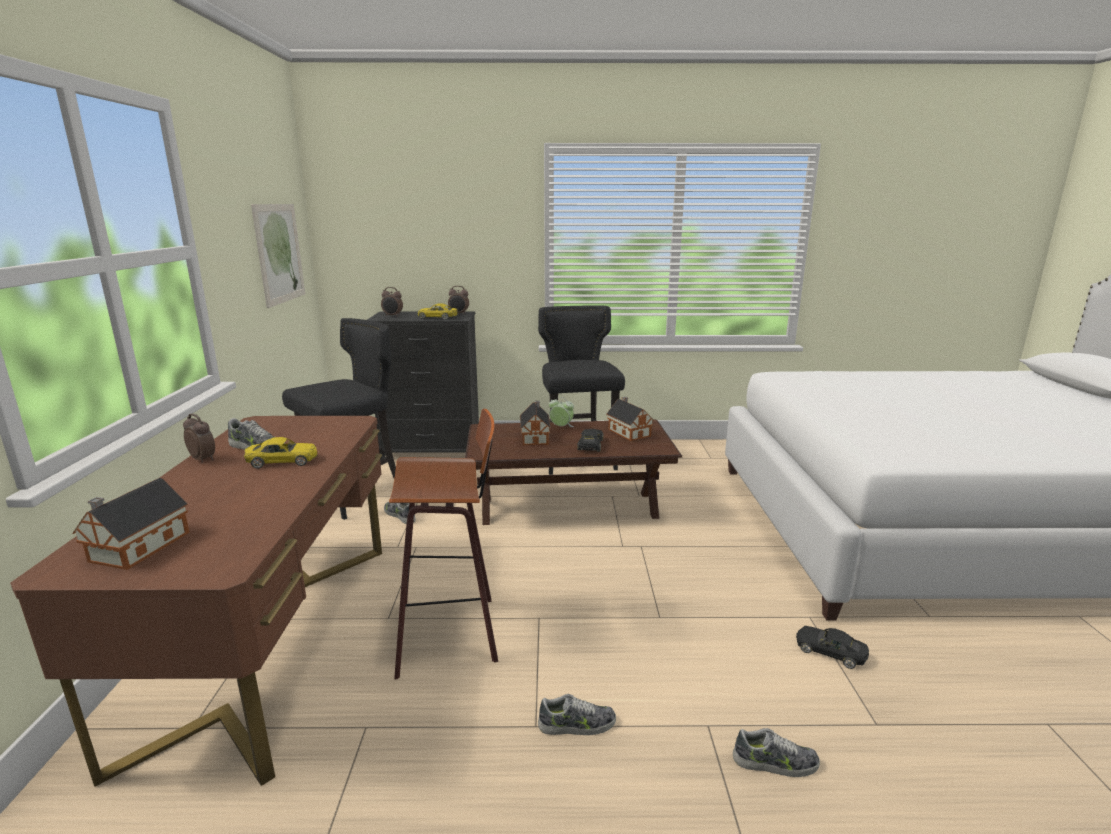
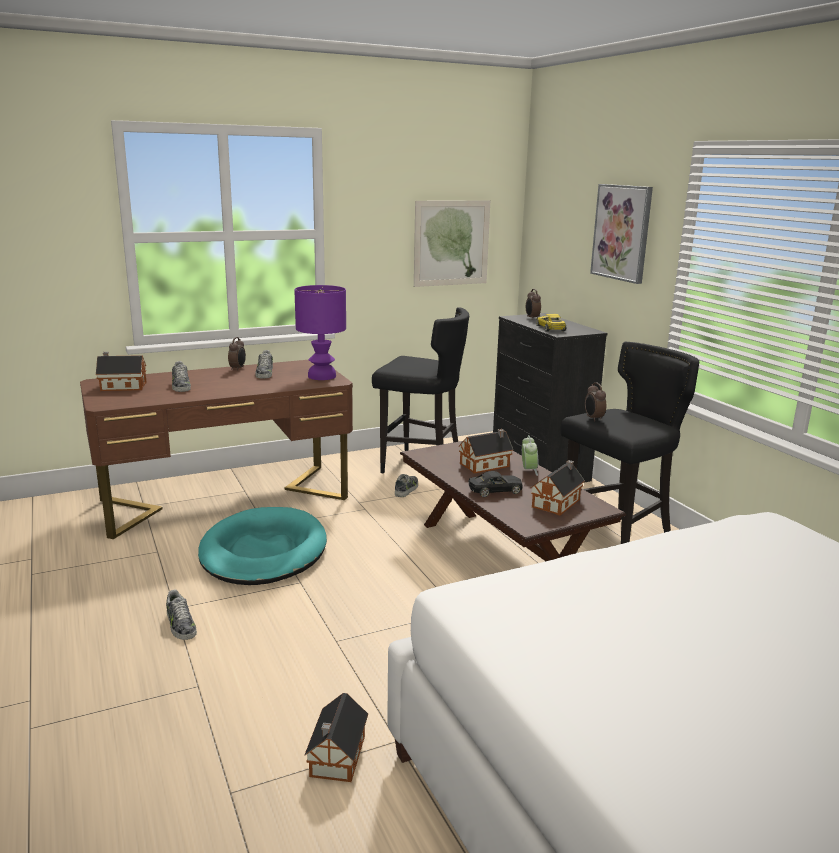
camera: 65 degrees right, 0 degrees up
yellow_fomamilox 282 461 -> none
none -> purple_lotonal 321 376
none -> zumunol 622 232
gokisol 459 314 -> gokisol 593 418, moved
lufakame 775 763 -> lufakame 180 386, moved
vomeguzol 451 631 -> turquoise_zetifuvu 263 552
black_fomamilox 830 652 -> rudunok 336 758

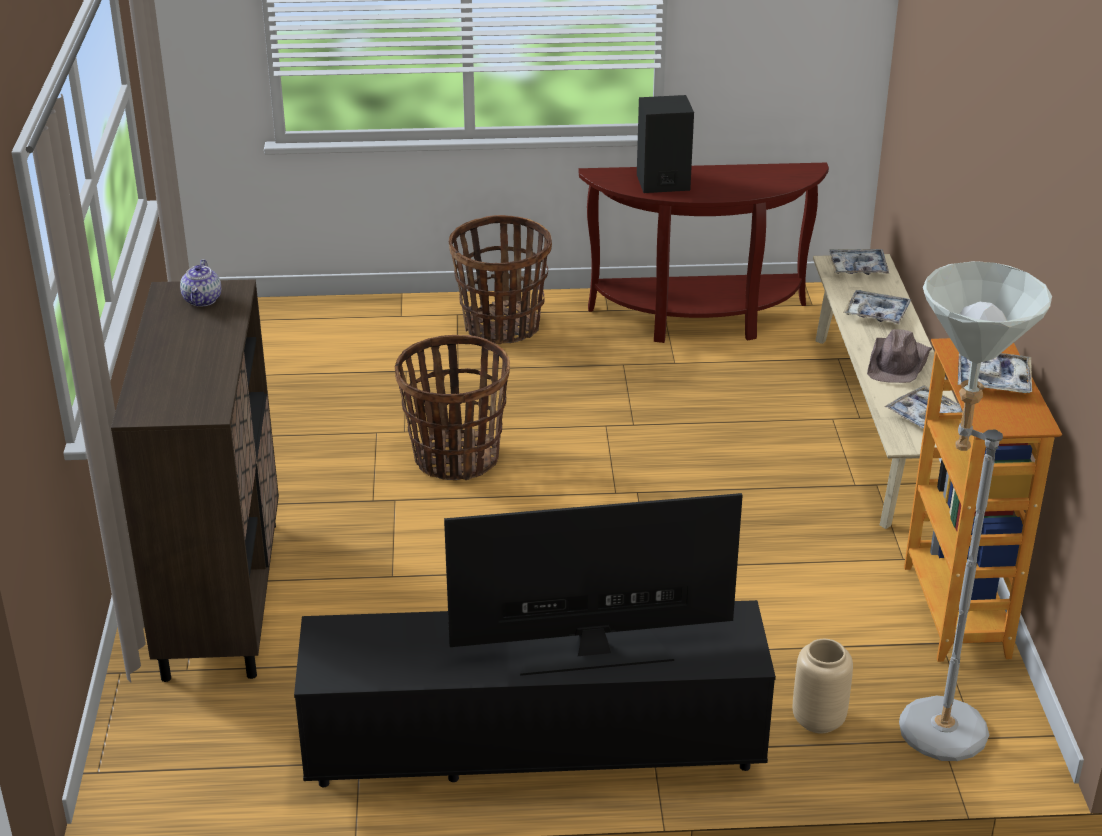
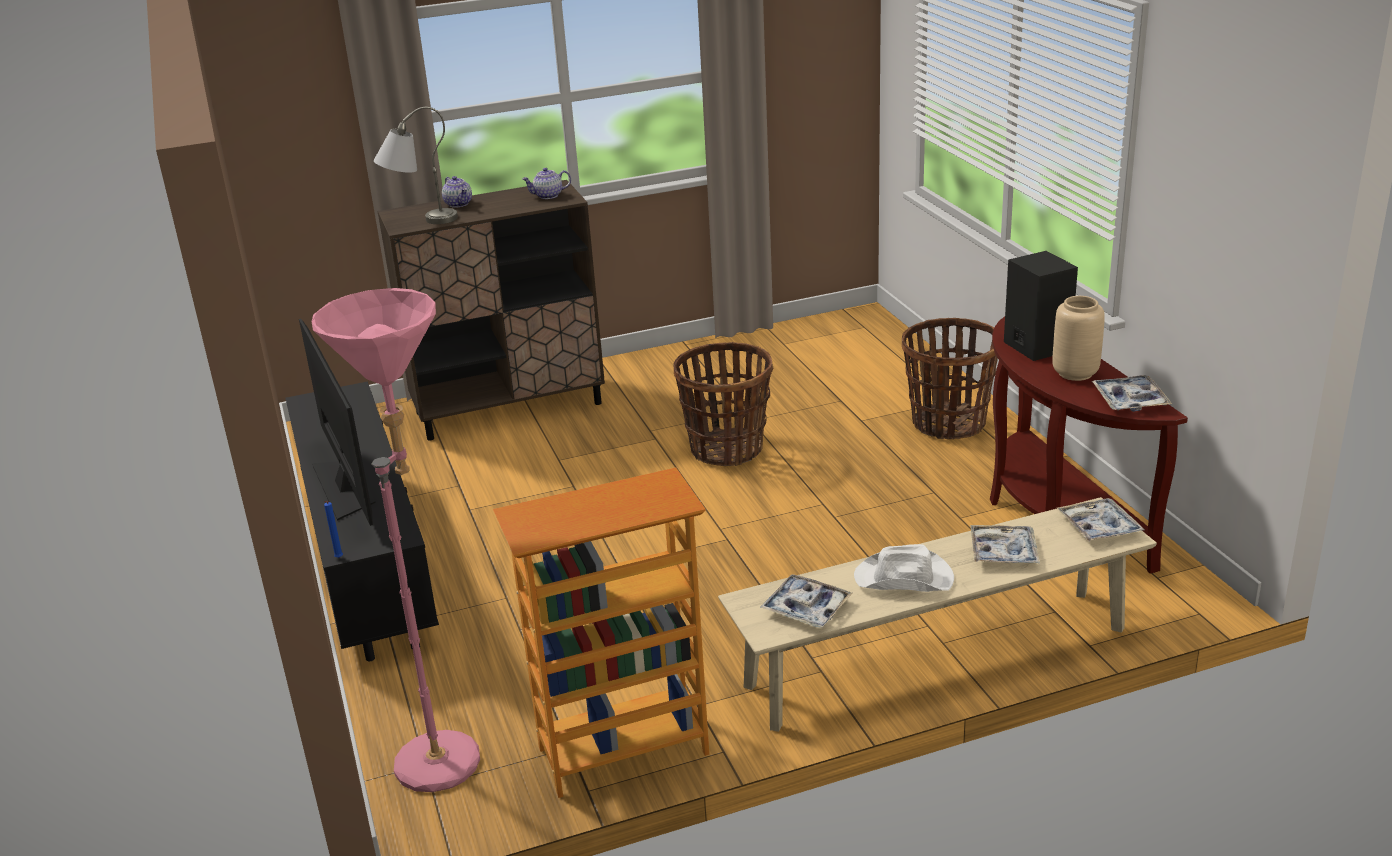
camera: 75 degrees right, 5 degrees down
none -> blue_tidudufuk 338 558
none -> grey_lotonal 419 221
none -> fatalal 459 204
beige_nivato 818 719 -> beige_nivato 1076 373, moved
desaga 992 379 -> desaga 1130 400, moved
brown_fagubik 898 363 -> white_fagubik 905 579
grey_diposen 925 722 -> pink_diposen 448 751

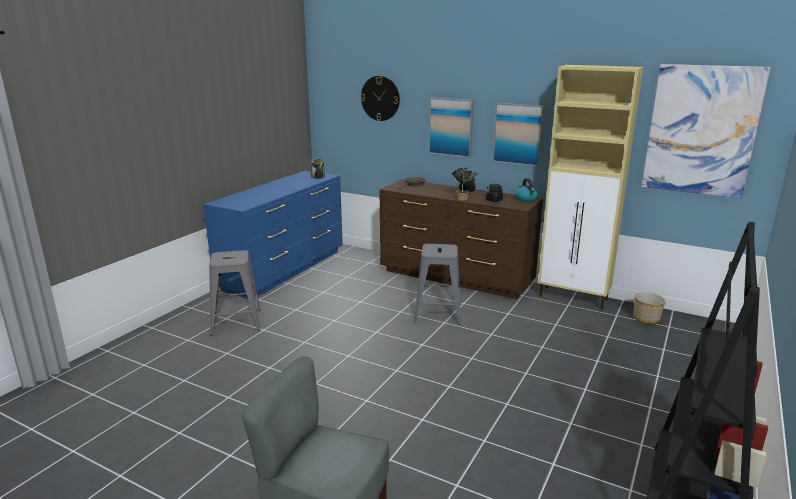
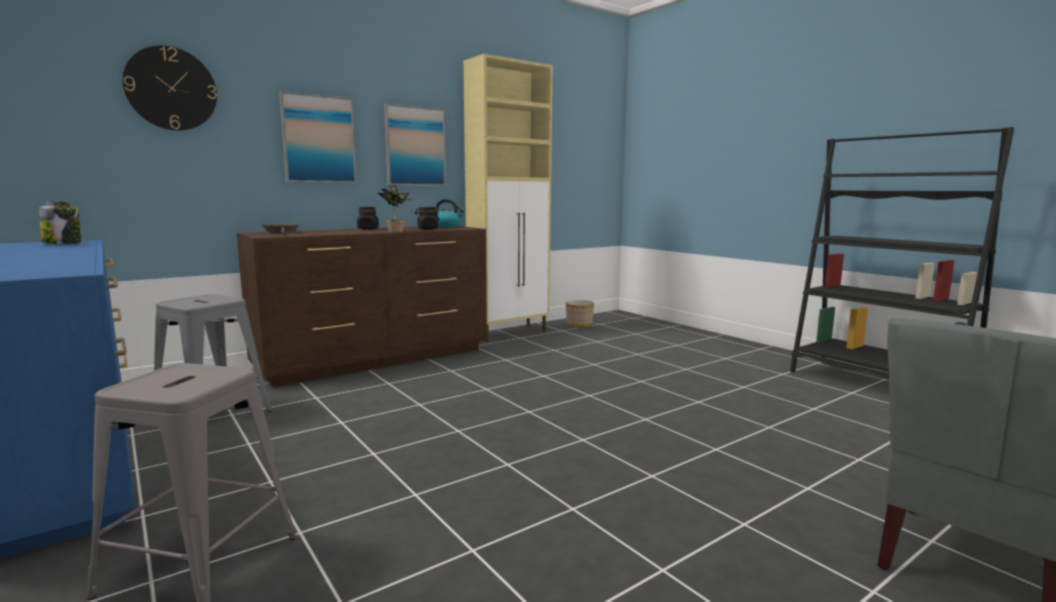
camera: 65 degrees left, 10 degrees down
zumunol 701 130 -> none
grey_vomeguzol 438 313 -> grey_vomeguzol 213 415, moved

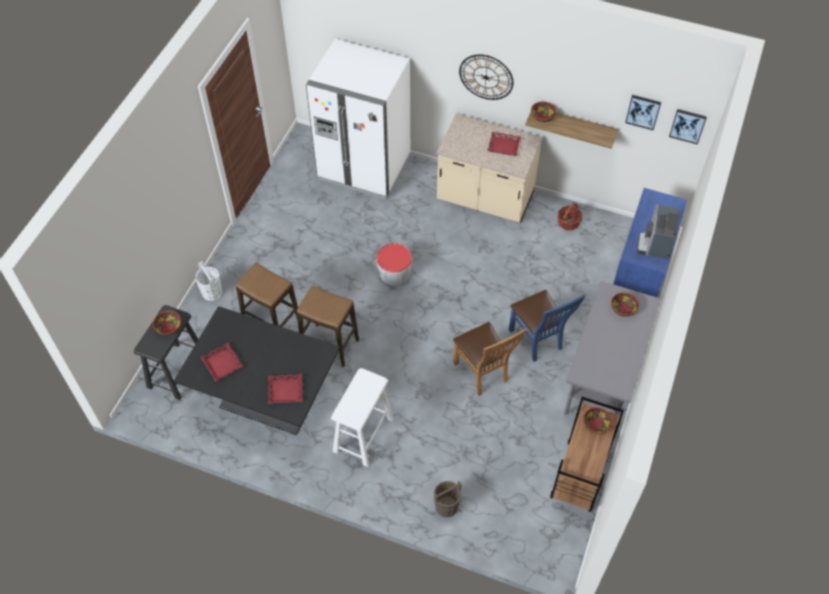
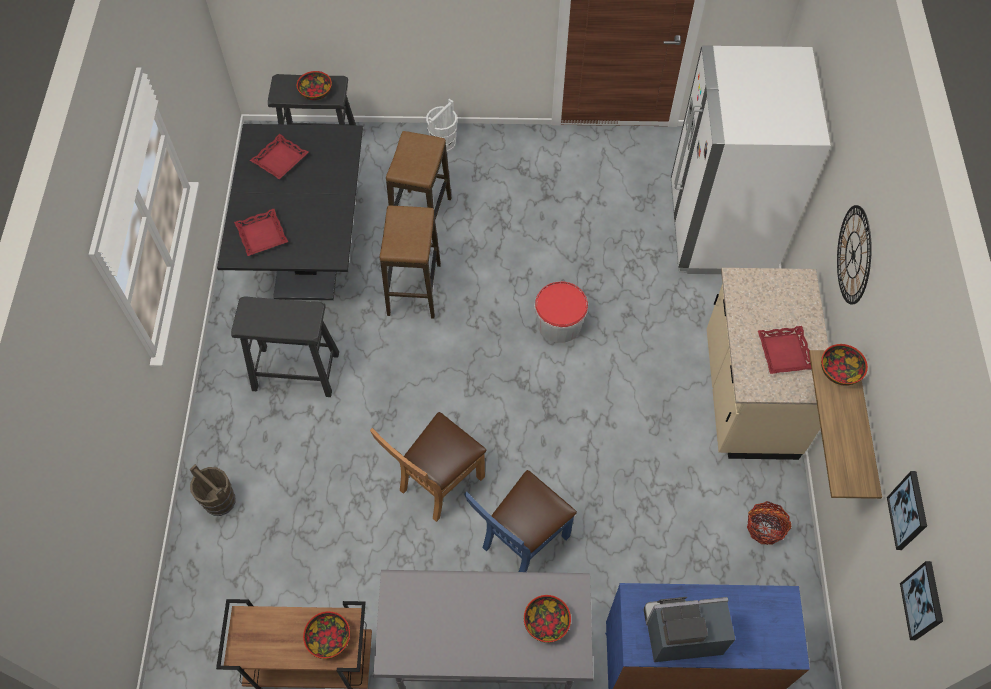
camera: 70 degrees right, 5 degrees up
white_vomeguzol 363 435 -> black_vomeguzol 295 370

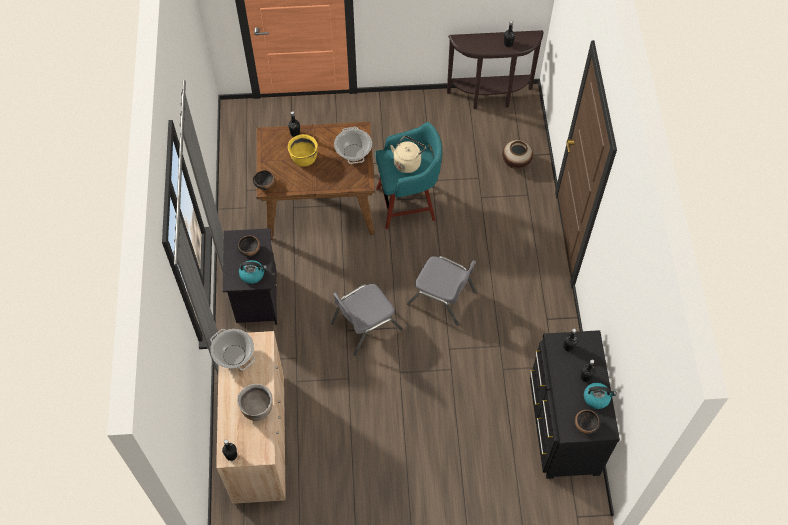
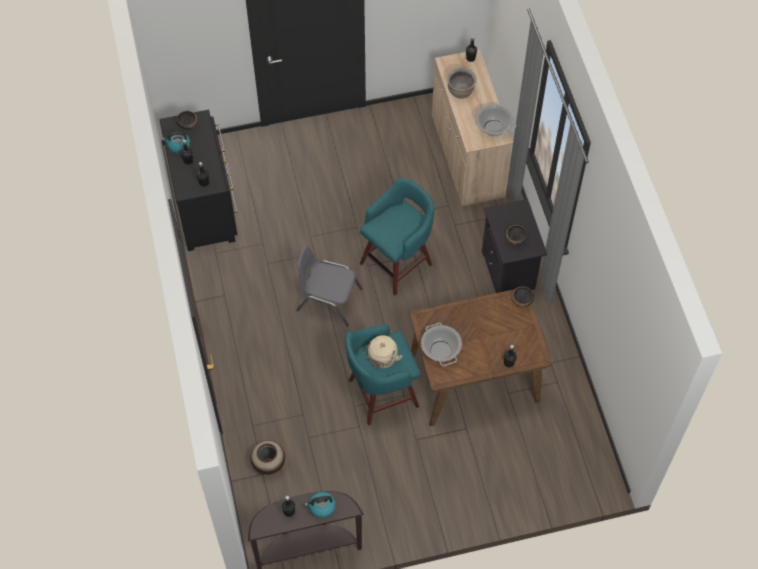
camera: 170 degrees right, 0 degrees up
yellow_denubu 304 159 -> none
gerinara 252 274 -> gerinara 321 507, moved
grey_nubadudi 365 325 -> turquoise_vomeguzol 398 262

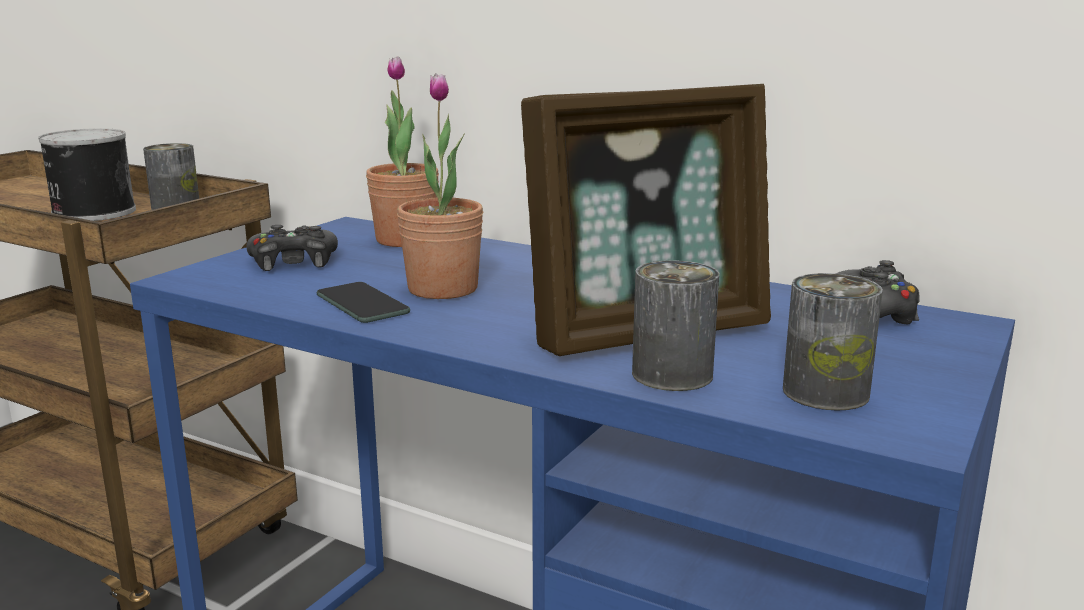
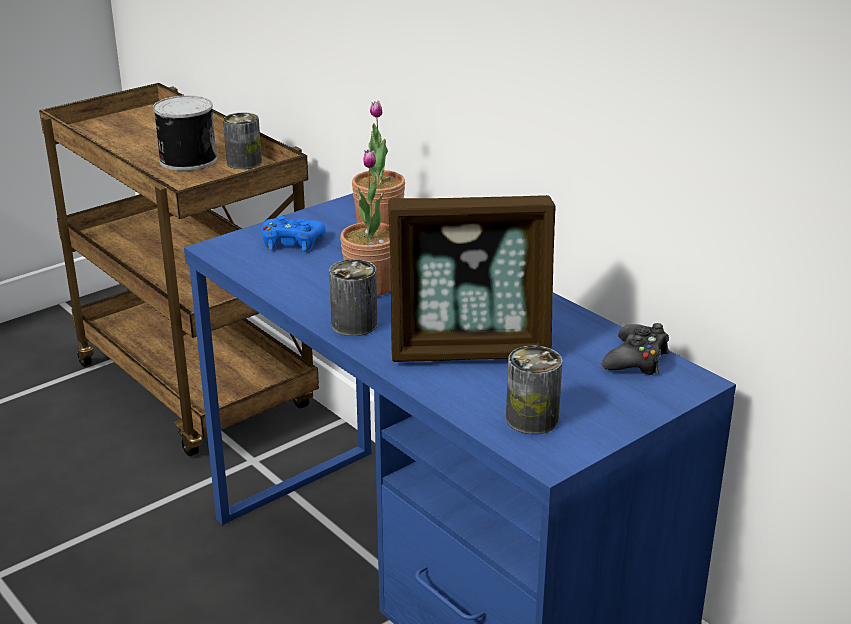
camera: 20 degrees right, 10 degrees up
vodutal 362 304 -> none
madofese 672 374 -> madofese 354 324, moved
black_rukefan 293 262 -> blue_rukefan 291 242

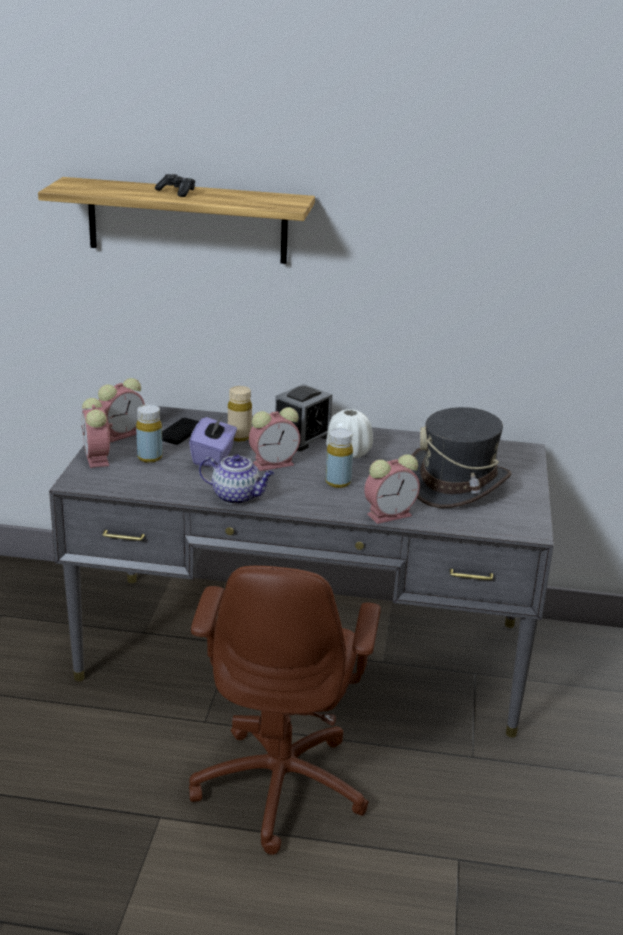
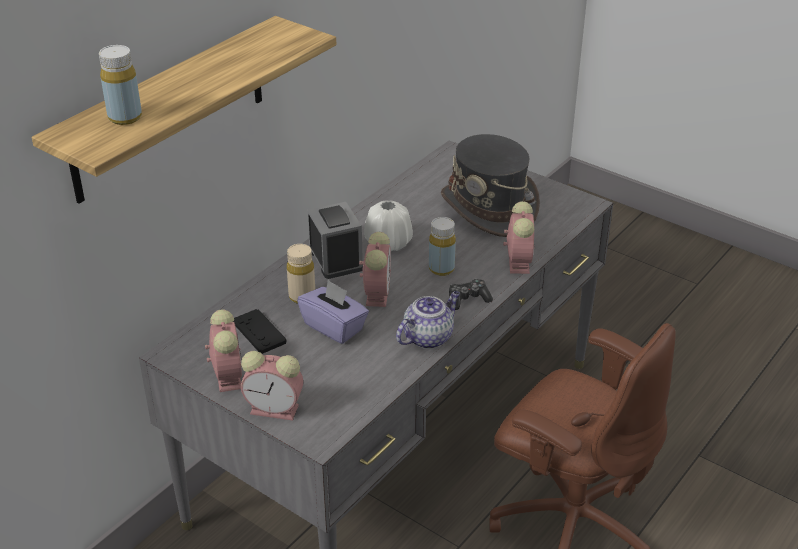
camera: 60 degrees left, 10 degrees up
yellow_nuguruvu 149 457 -> yellow_nuguruvu 125 117, moved
rukefan 176 192 -> rukefan 468 299, moved

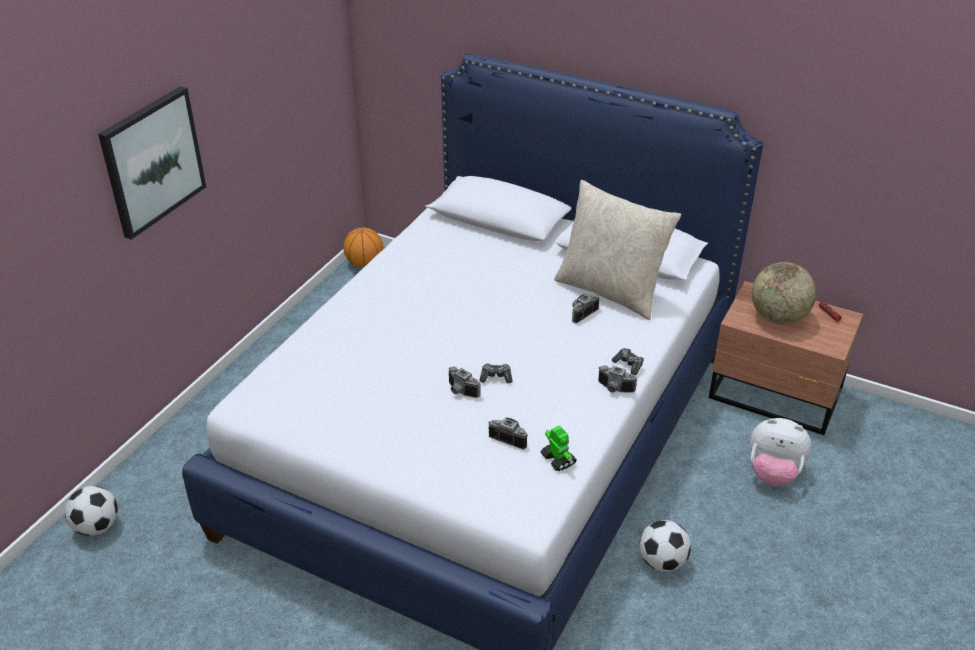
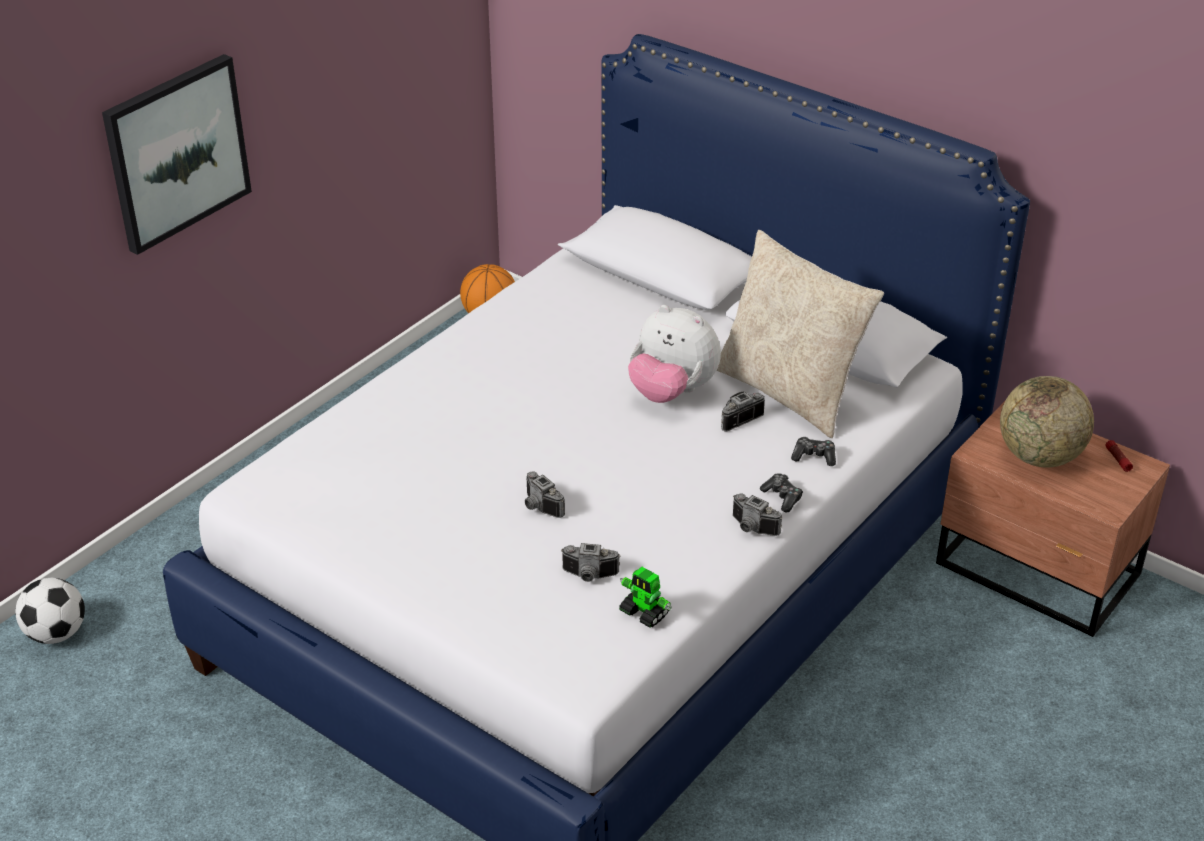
camera: 10 degrees right, 0 degrees up
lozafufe 662 562 -> none
rukefan 496 377 -> rukefan 814 456, moved
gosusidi 773 473 -> gosusidi 672 392, moved
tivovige 510 437 -> tivovige 589 576, 150 degrees clockwise
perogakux 558 459 -> perogakux 645 613, 150 degrees clockwise

